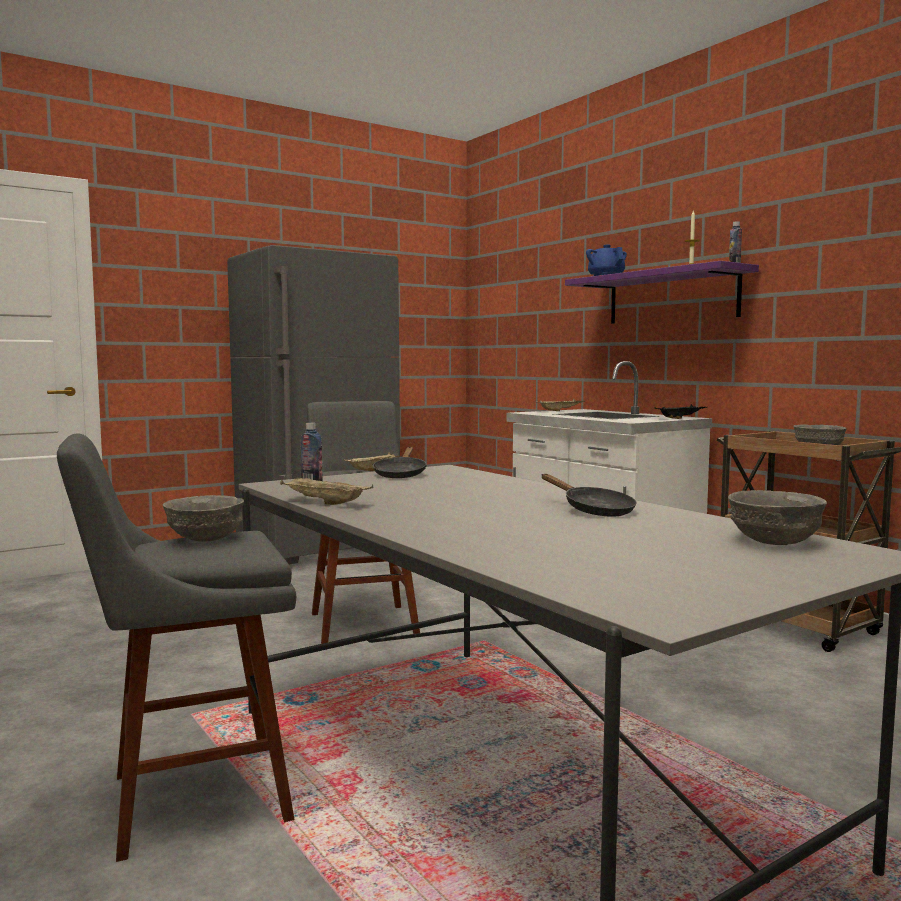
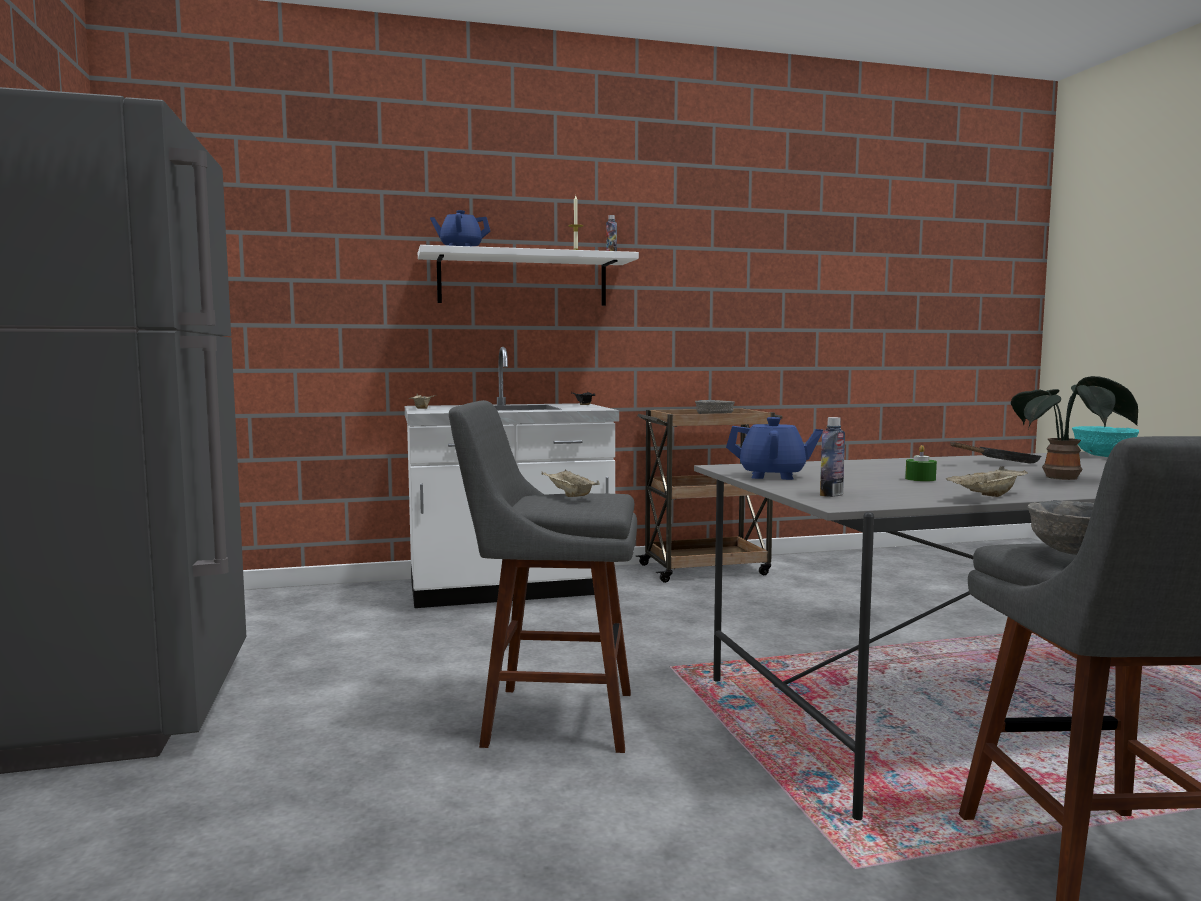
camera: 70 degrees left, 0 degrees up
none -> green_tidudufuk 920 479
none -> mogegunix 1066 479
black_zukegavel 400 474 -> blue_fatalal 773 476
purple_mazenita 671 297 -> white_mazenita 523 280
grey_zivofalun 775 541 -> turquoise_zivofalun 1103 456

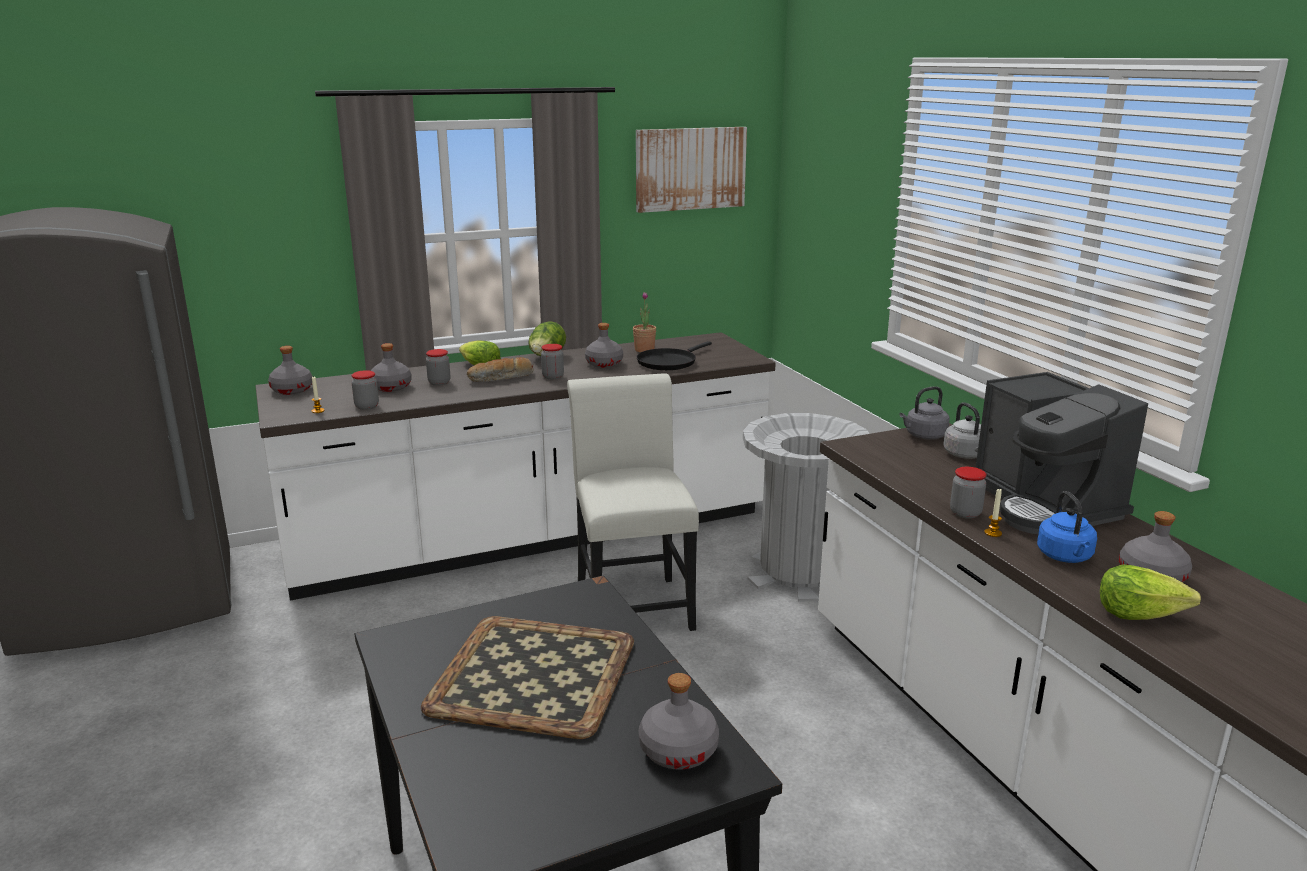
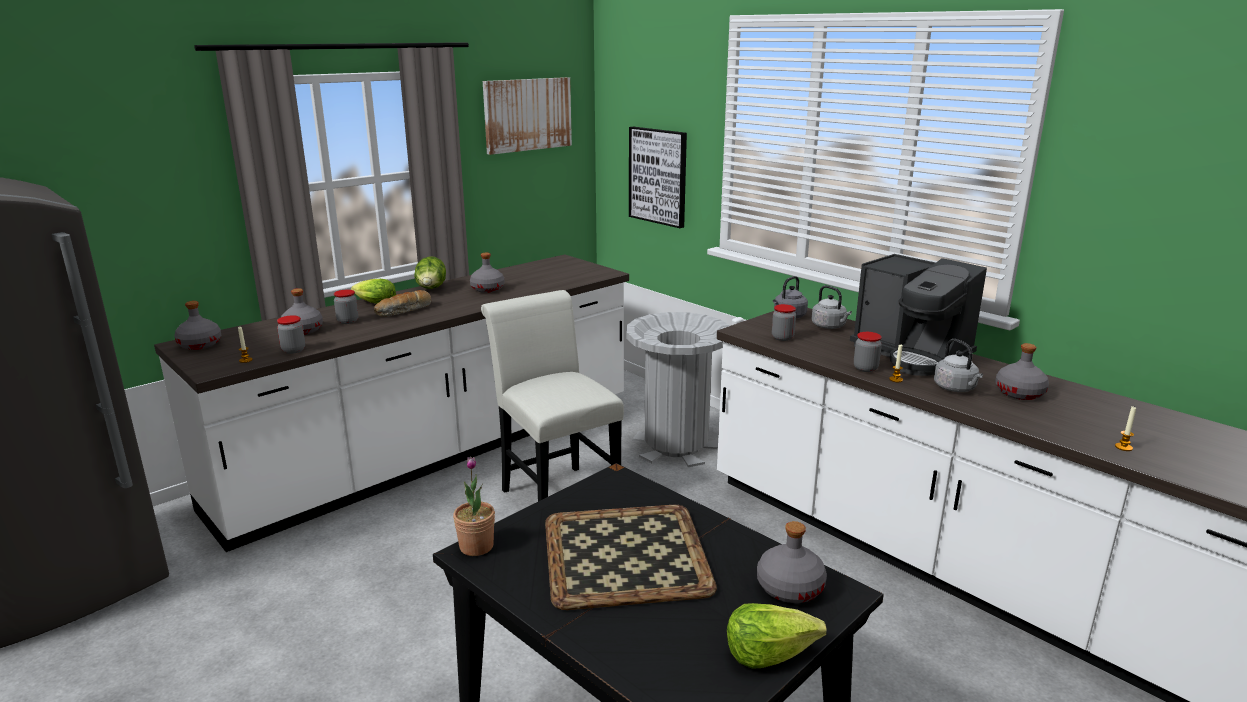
camera: 20 degrees left, 0 degrees up
black_zukegavel 668 362 -> none
none -> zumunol 658 176
none -> tidudufuk 1123 447
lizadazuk 553 377 -> lizadazuk 782 338, moved
mogegunix 644 350 -> mogegunix 476 546, moved
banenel 1139 614 -> banenel 769 653, moved
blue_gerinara 1065 557 -> grey_gerinara 956 388

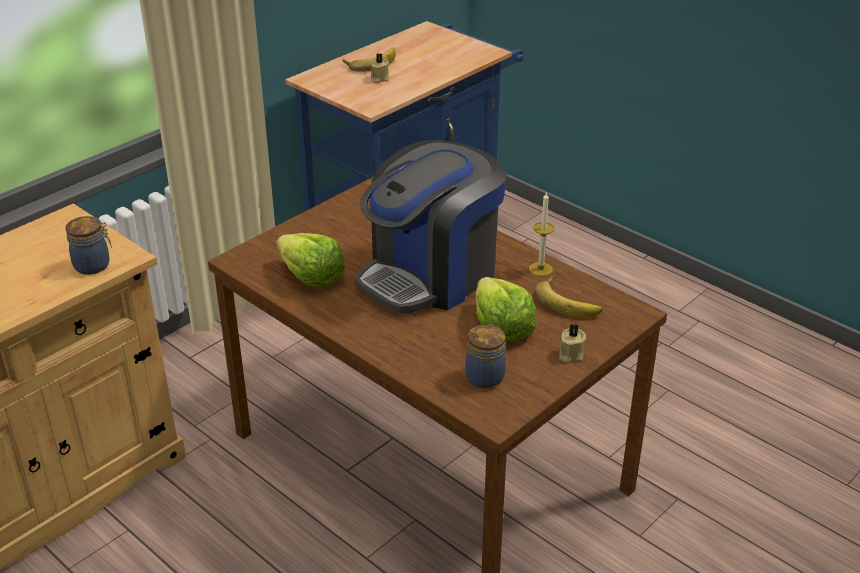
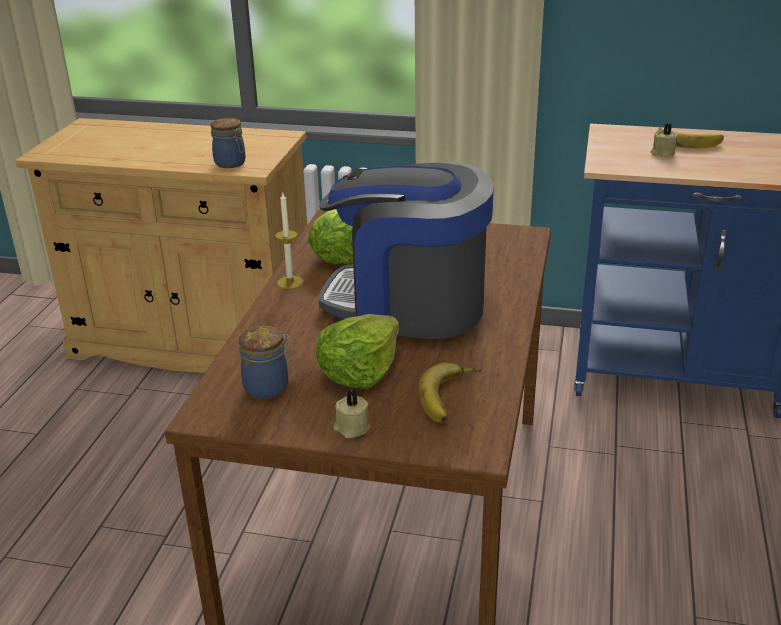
camera: 60 degrees right, 5 degrees down
tidudufuk 540 269 -> tidudufuk 290 282, moved

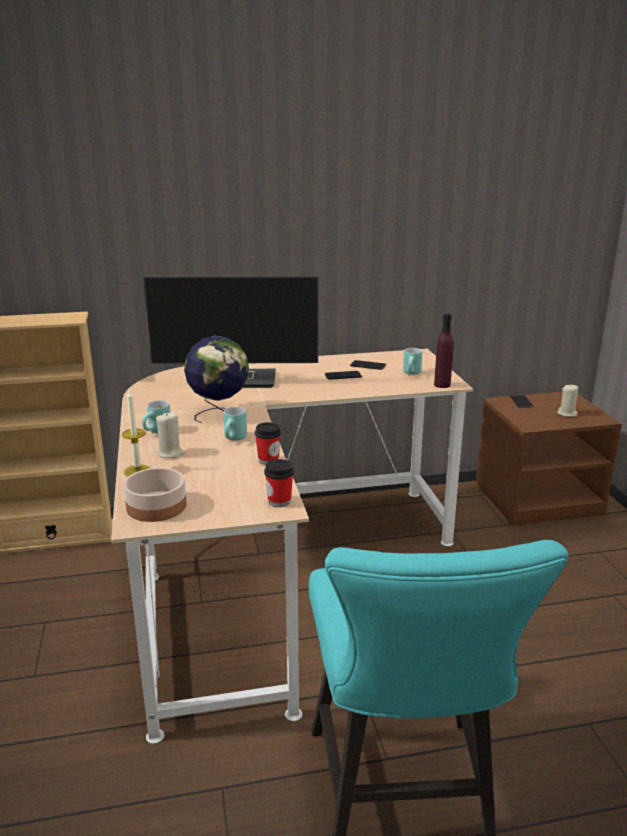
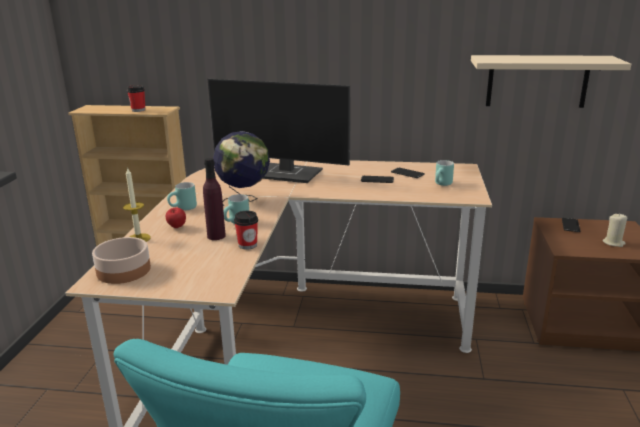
camera: 20 degrees right, 0 degrees up
none -> beige_mazenita 537 81
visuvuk 279 501 -> visuvuk 138 110, moved
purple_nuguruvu 442 385 -> purple_nuguruvu 216 236, moved
beige_tidudufuk 170 453 -> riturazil 176 227

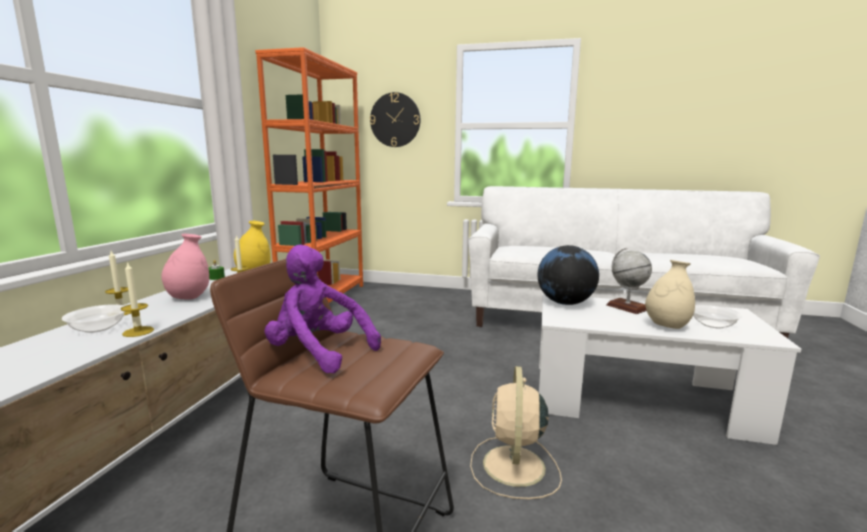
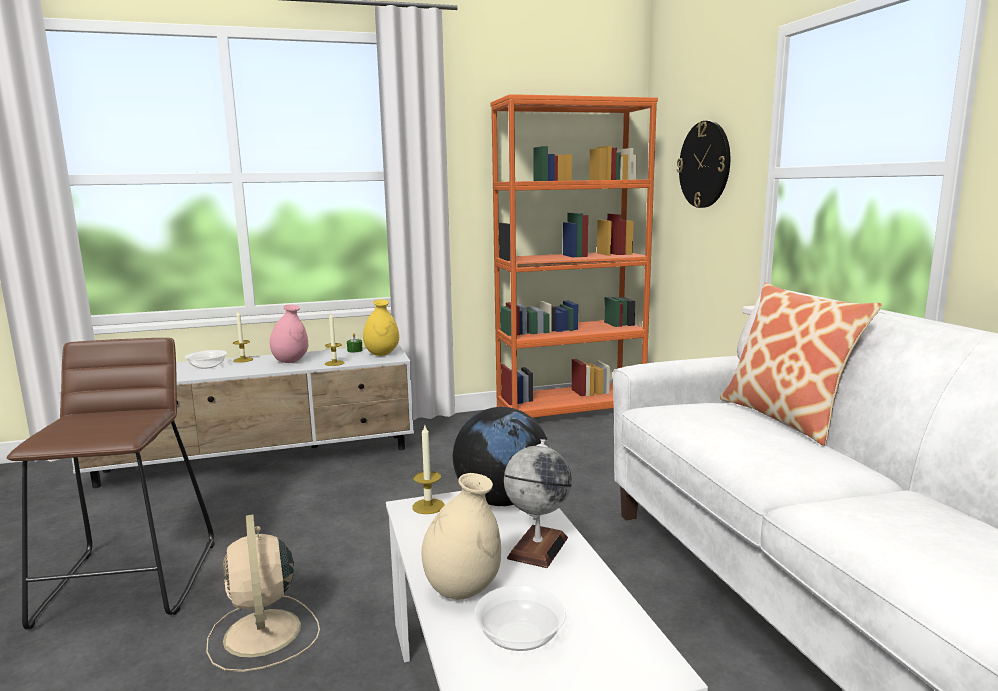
camera: 60 degrees right, 0 degrees up
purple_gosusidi 318 353 -> none
none -> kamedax 786 417
tidudufuk 138 331 -> tidudufuk 428 506, moved
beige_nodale 514 467 -> beige_nodale 262 635, 90 degrees counterclockwise

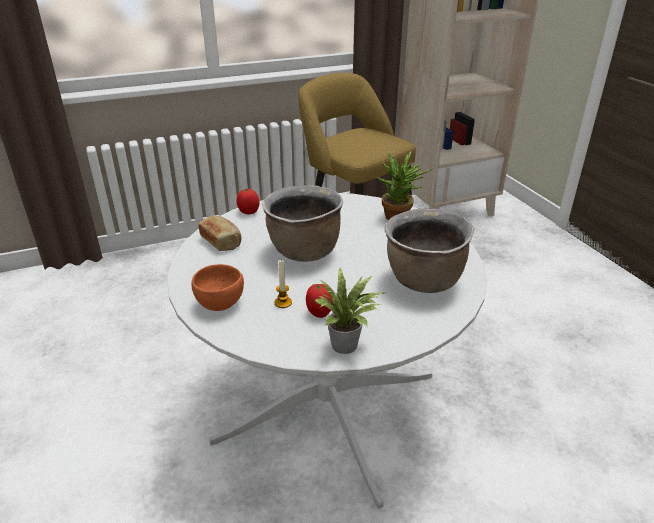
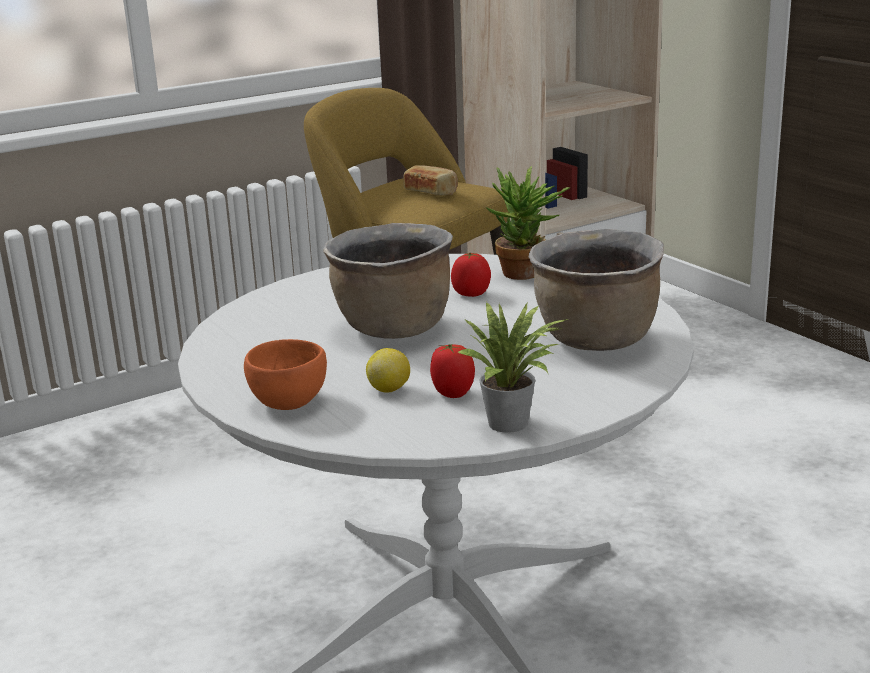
camera: 10 degrees left, 10 degrees down
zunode 222 241 -> zunode 431 192, moved
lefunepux 248 212 -> lefunepux 471 294, moved
tidudufuk 283 302 -> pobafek 389 389

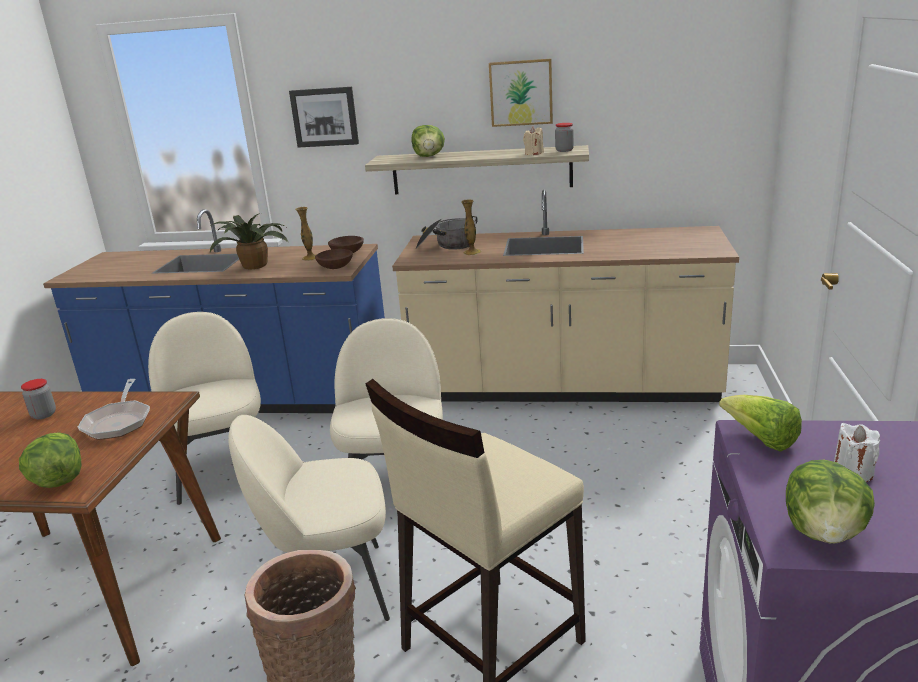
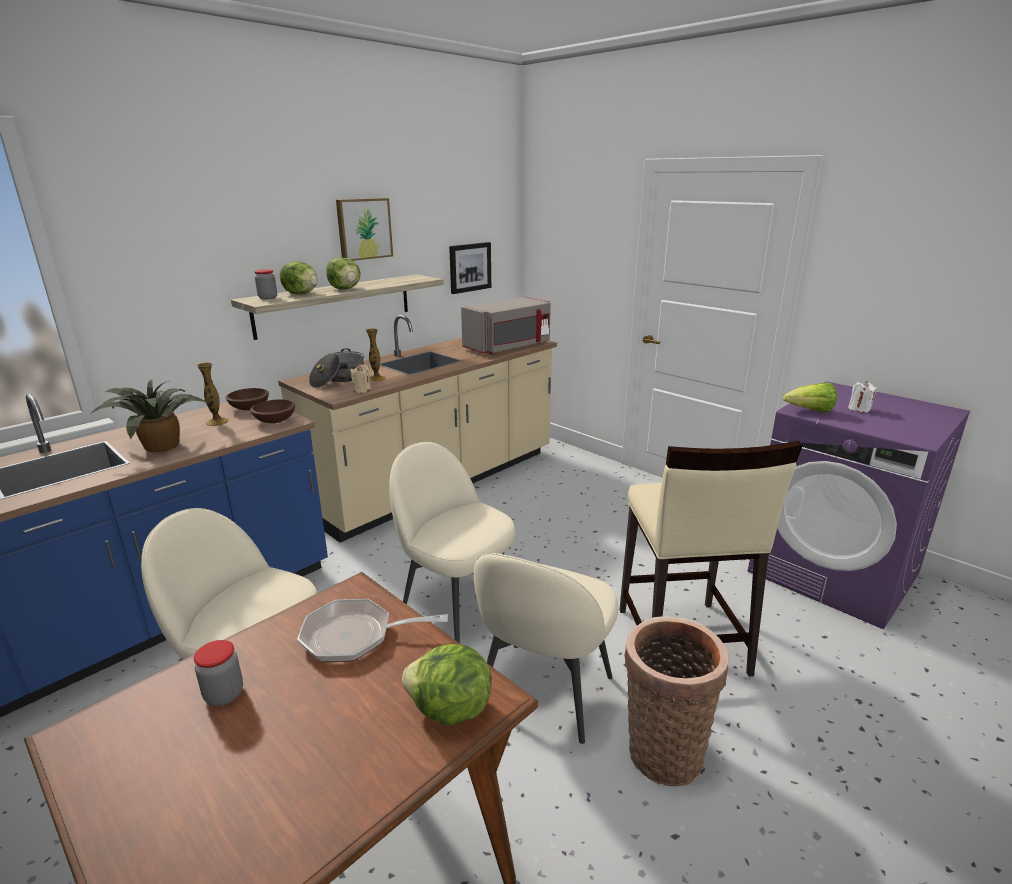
camera: 55 degrees left, 0 degrees up
none -> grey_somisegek 509 347
zumunol 325 117 -> zumunol 469 267, moved
beige_tidudufuk 534 153 -> beige_tidudufuk 362 390, moved
lizadazuk 564 150 -> lizadazuk 268 298, moved
banenel 824 533 -> banenel 345 289, moved
zukegavel 118 422 -> zukegavel 355 636, 150 degrees clockwise

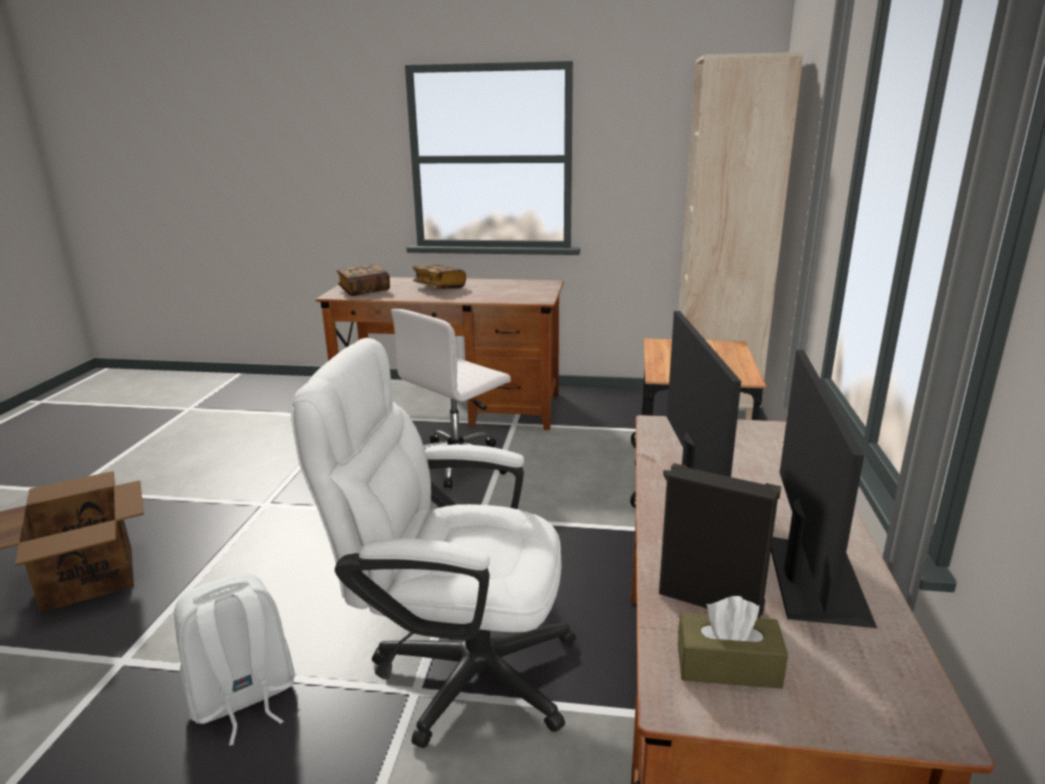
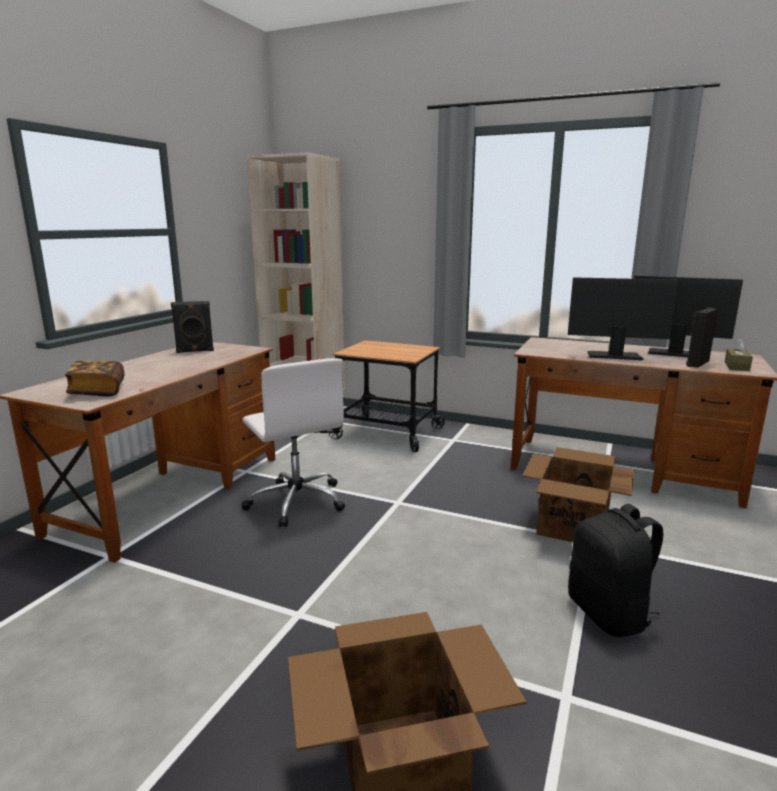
camera: 75 degrees left, 5 degrees down
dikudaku 439 287 -> none
none -> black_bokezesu 195 351
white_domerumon 456 669 -> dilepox 572 527
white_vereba 242 699 -> black_vereba 609 614

